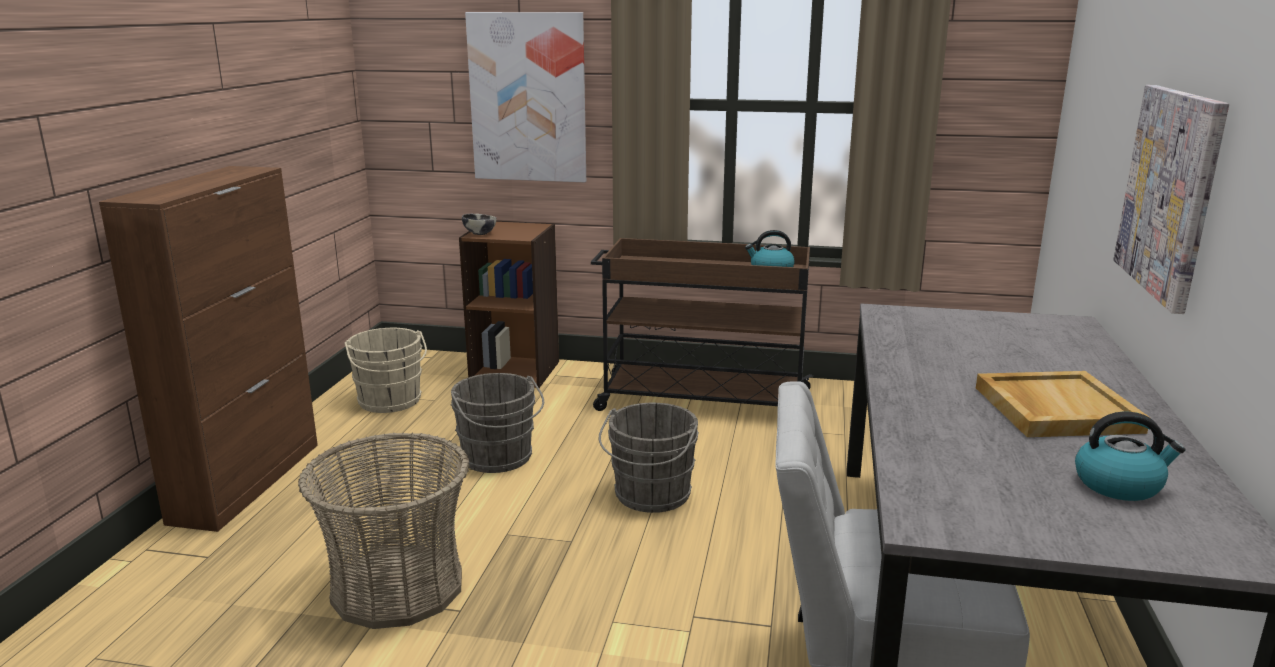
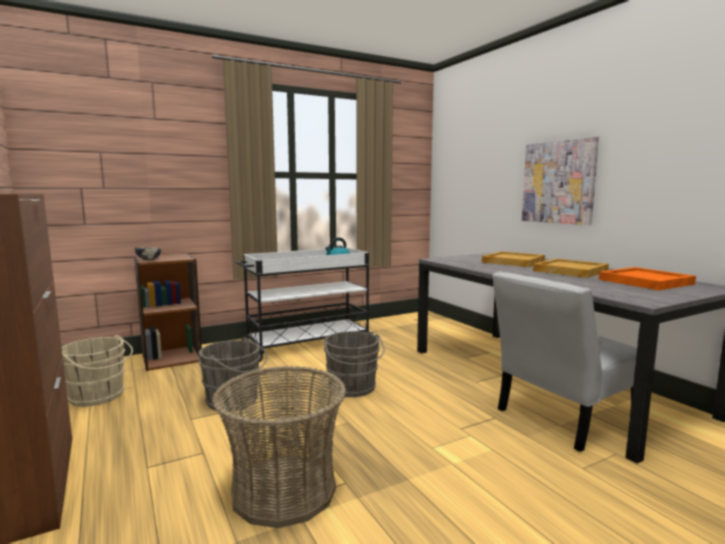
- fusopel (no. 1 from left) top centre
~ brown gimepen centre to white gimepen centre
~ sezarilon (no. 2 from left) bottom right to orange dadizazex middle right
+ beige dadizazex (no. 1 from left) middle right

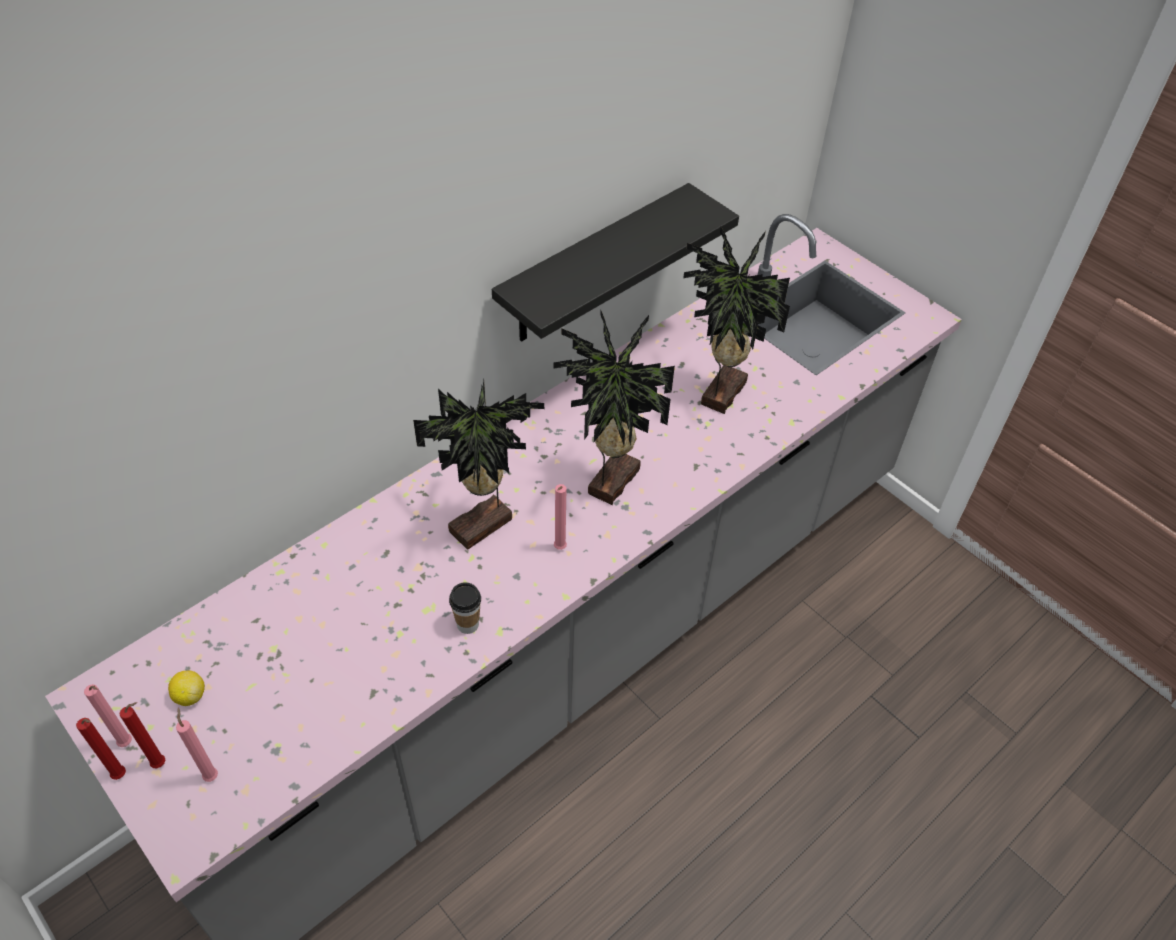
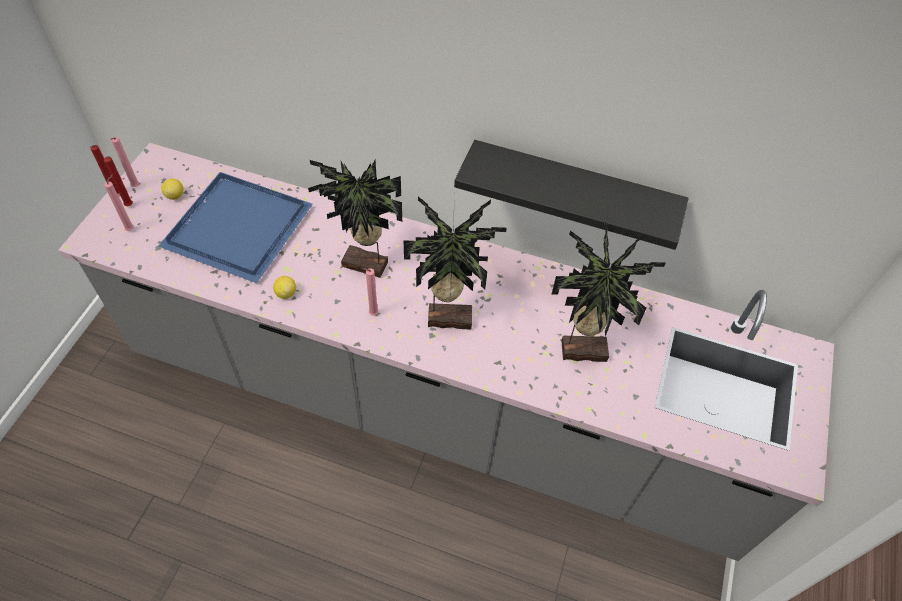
~ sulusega centre to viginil (no. 2 from left) middle left
+ blue dadizazex middle left

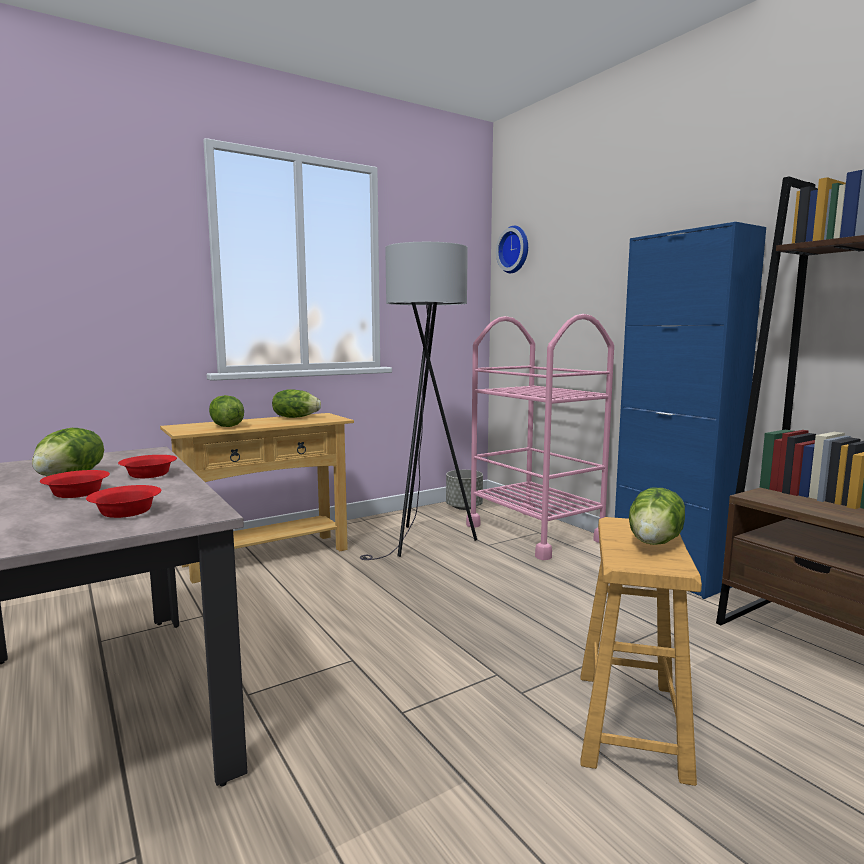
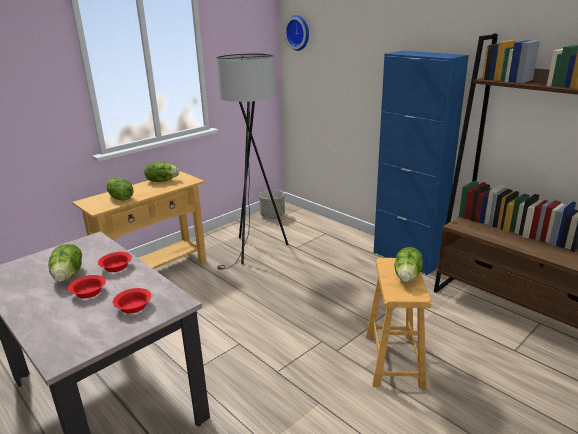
- pink gimepen centre

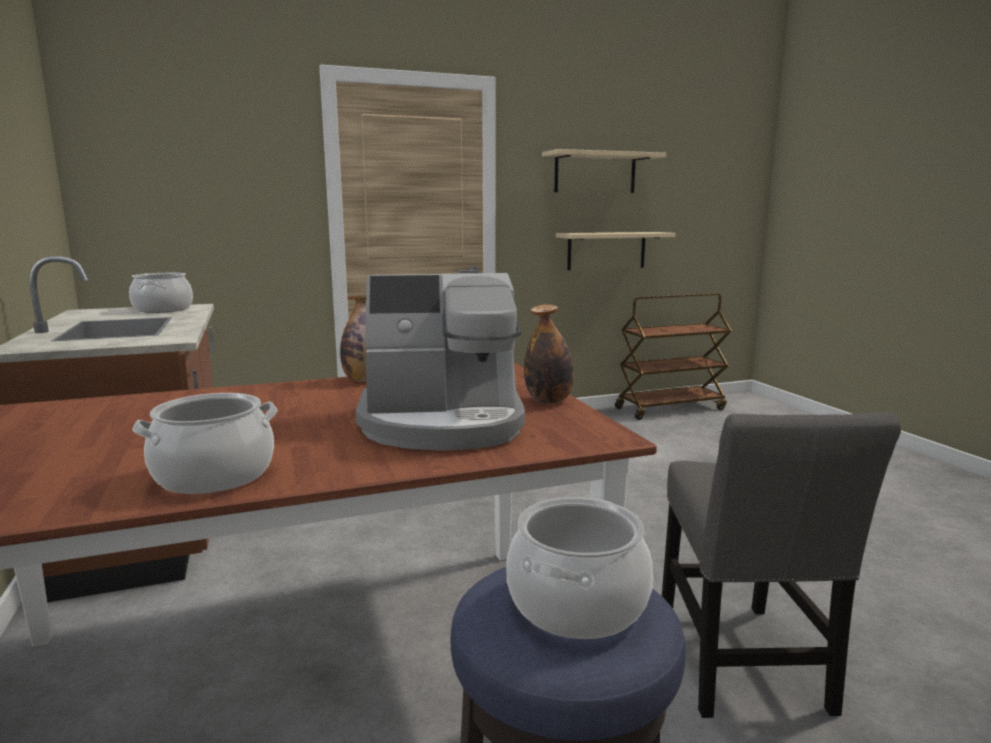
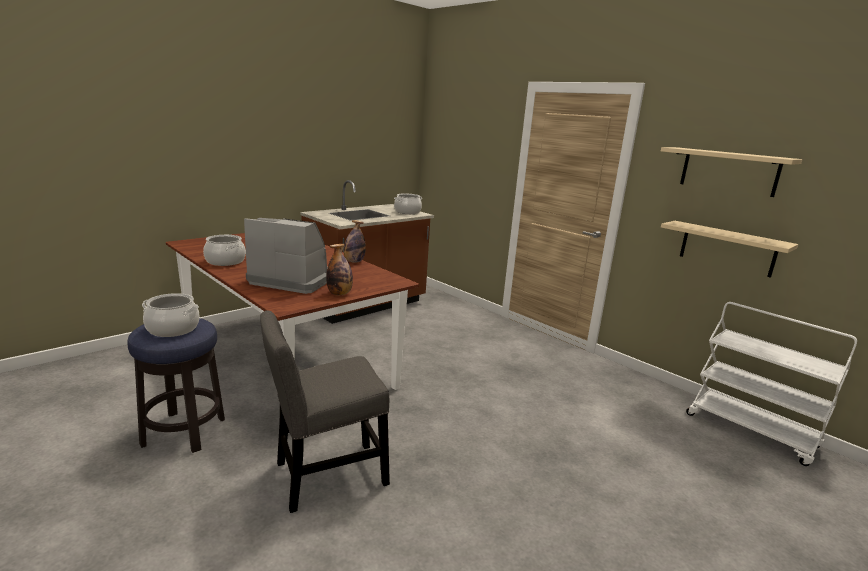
~ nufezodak centre = middle left 135 degrees clockwise
~ brown gimepen middle right to white gimepen bottom right

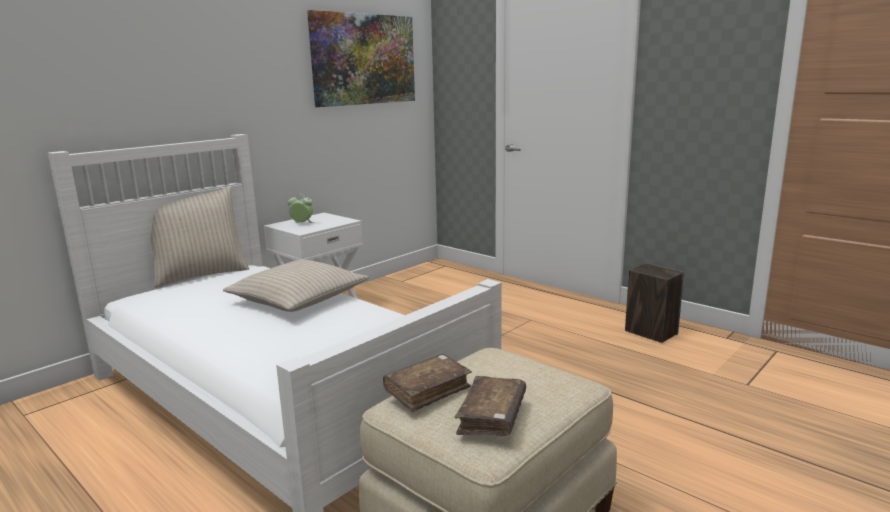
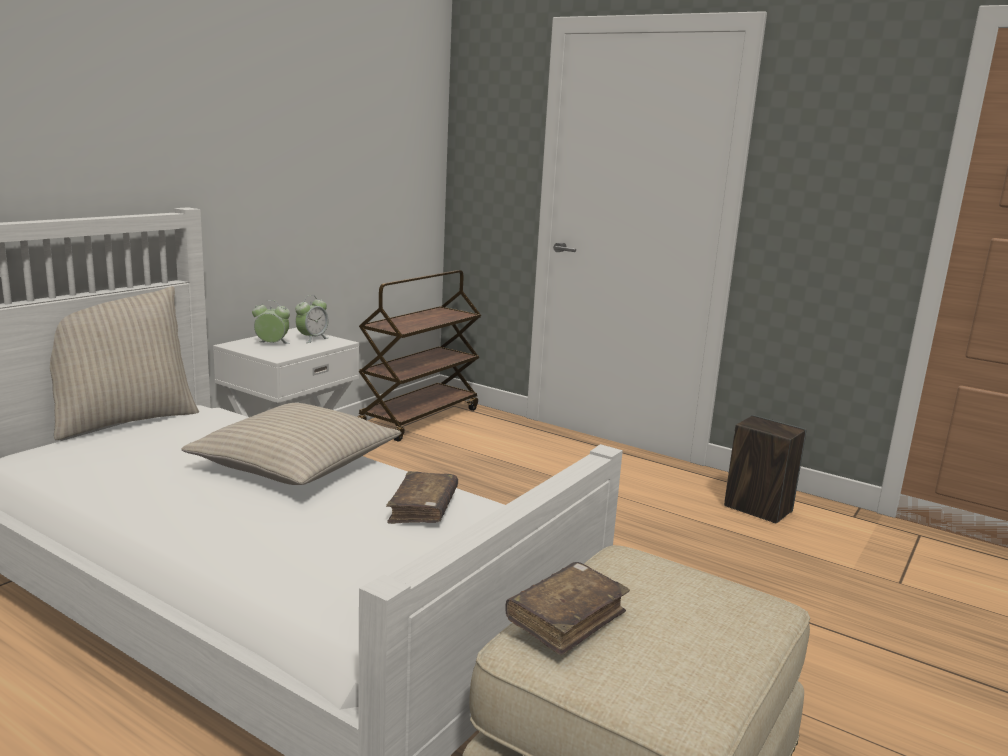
- fusopel top centre
~ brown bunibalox (no. 2 from left in the first image) bottom centre to brown bunibalox (no. 1 from left) centre
+ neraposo (no. 2 from left) middle left
+ brown gimepen centre

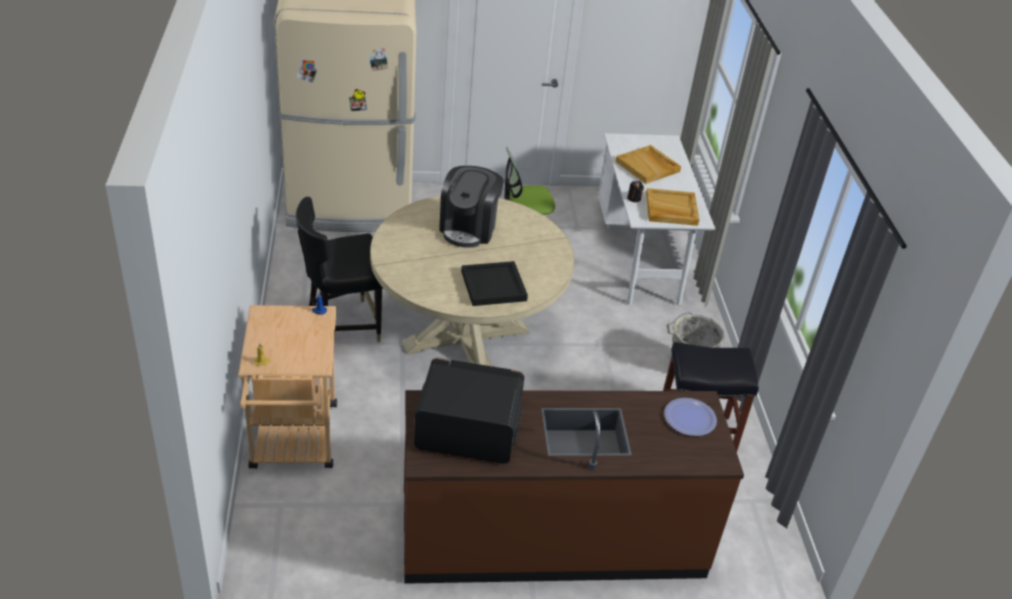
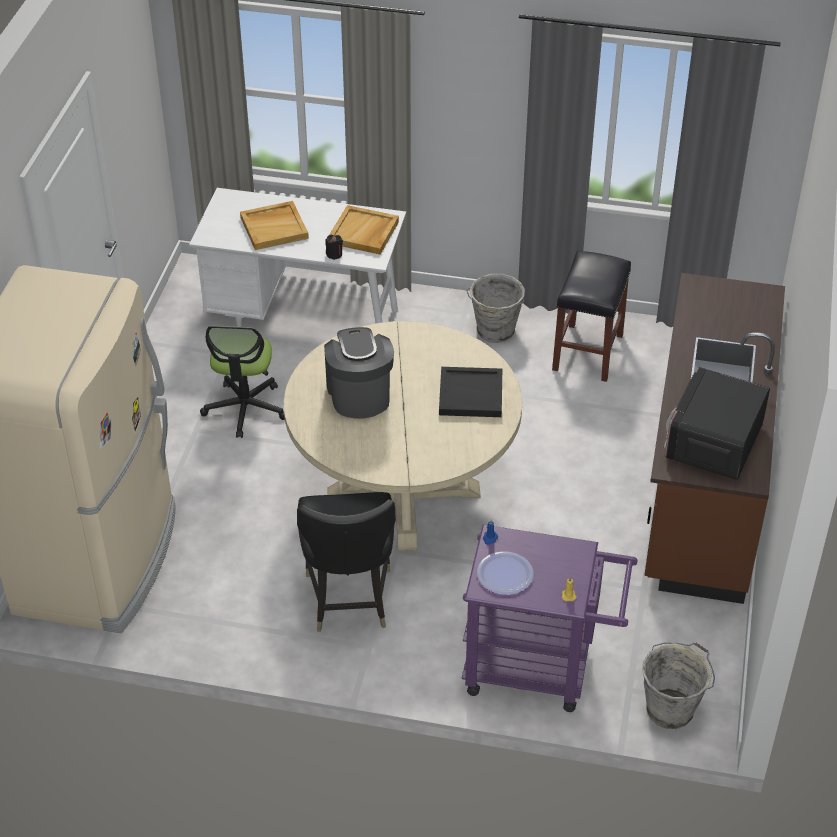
~ beige gimepen middle left to purple gimepen bottom centre
~ nufezodak centre = centre 135 degrees counterclockwise
~ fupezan bottom right to bottom centre
+ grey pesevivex (no. 2 from left) bottom right

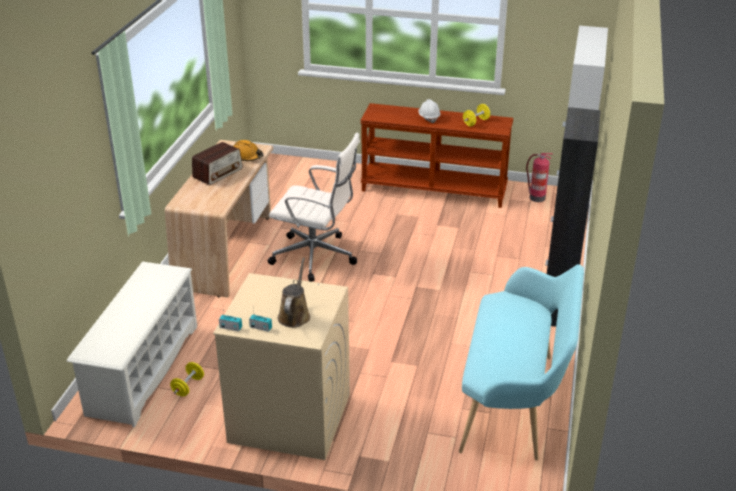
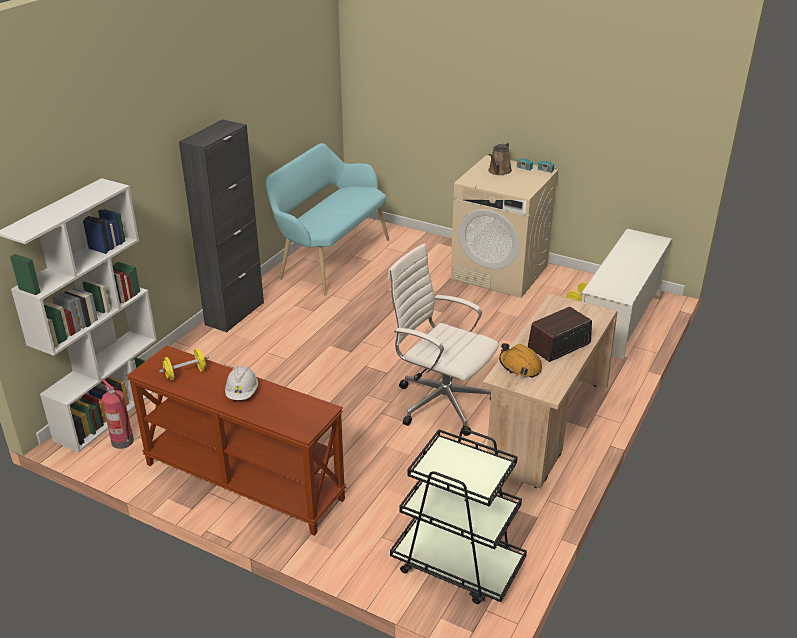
+ black gimepen bottom centre

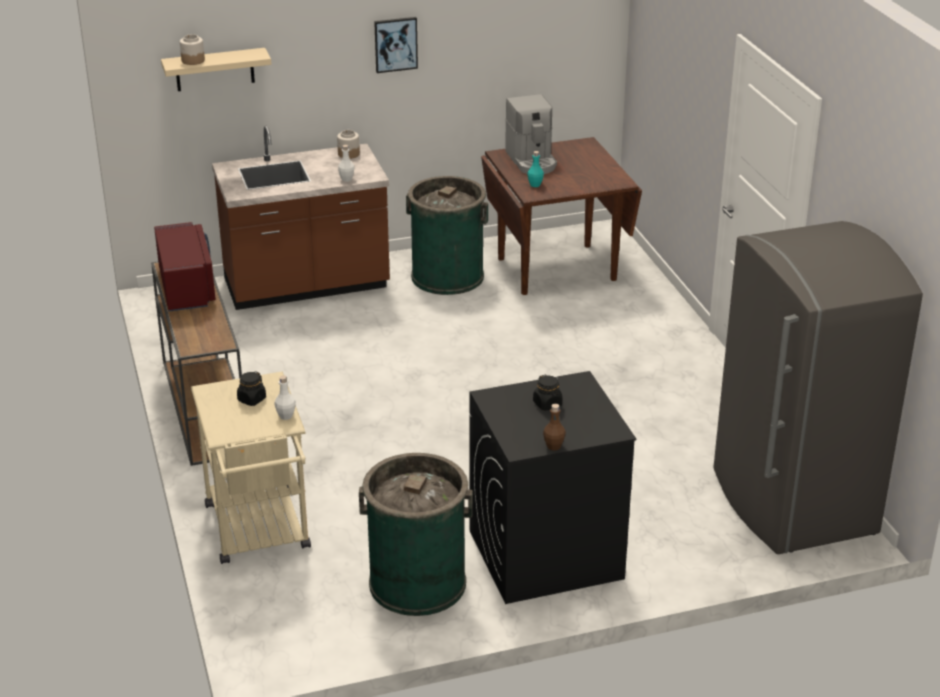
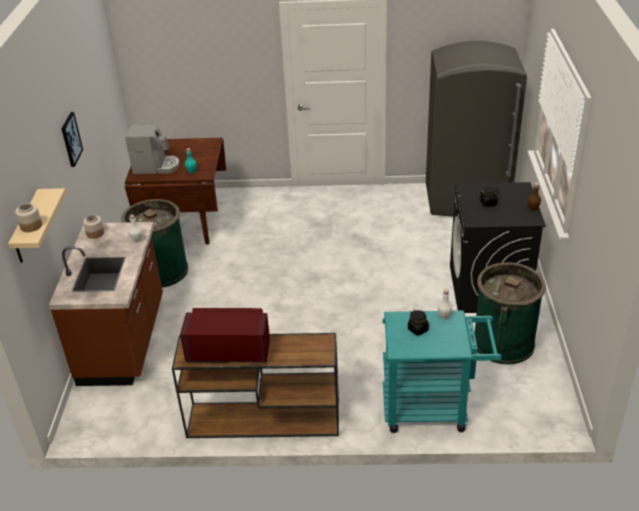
~ beige gimepen bottom left to turquoise gimepen bottom right

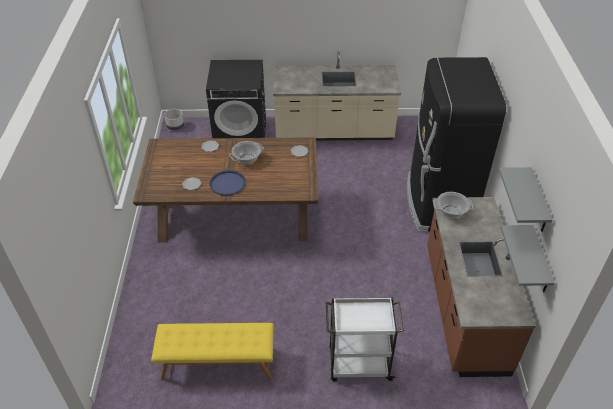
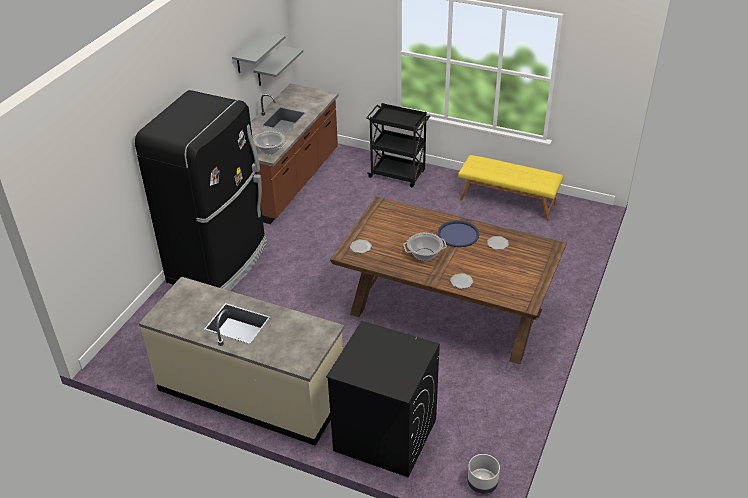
~ white gimepen bottom centre to black gimepen top centre

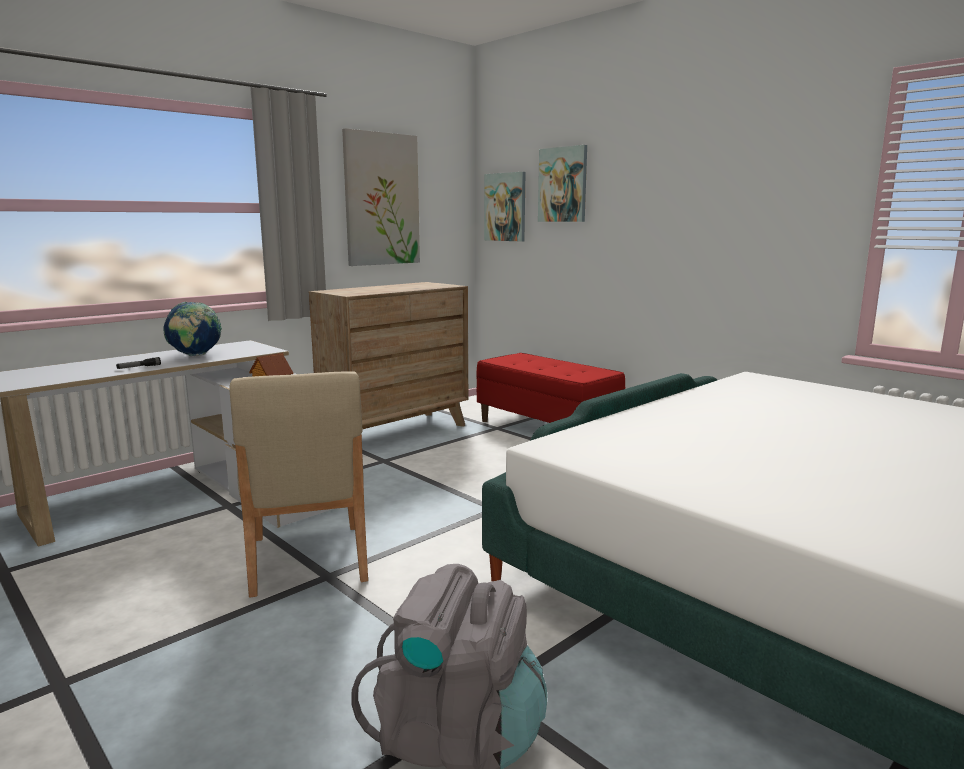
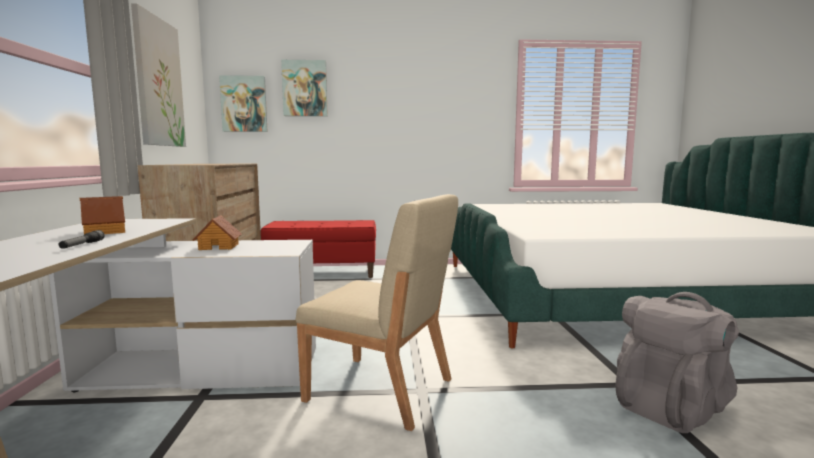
~ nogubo middle left to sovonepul (no. 1 from left) middle left

